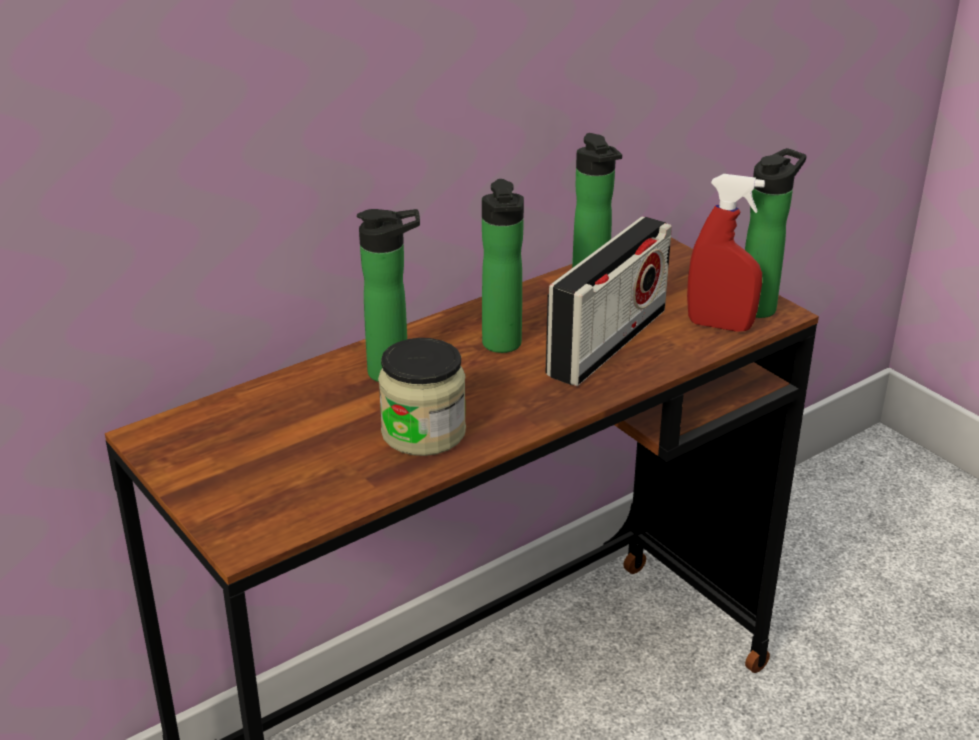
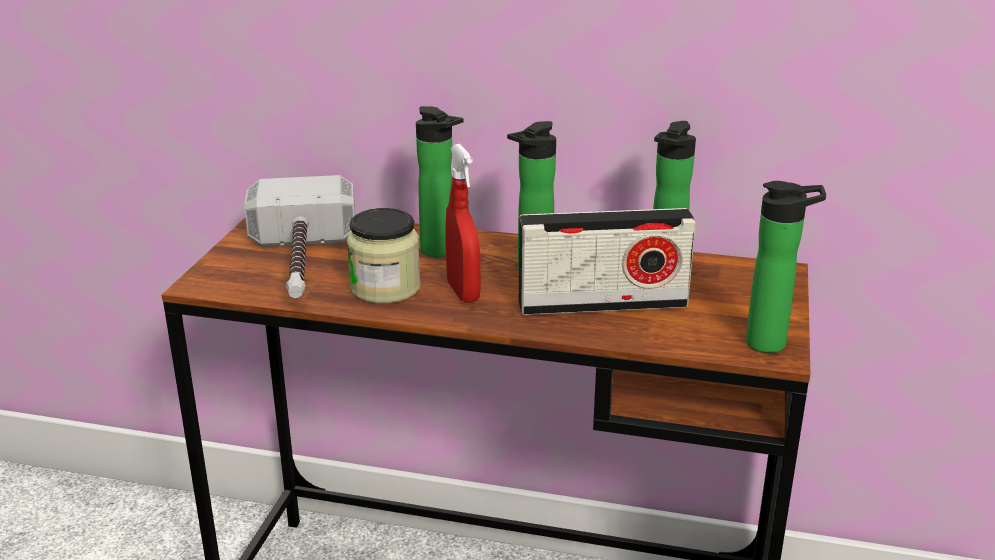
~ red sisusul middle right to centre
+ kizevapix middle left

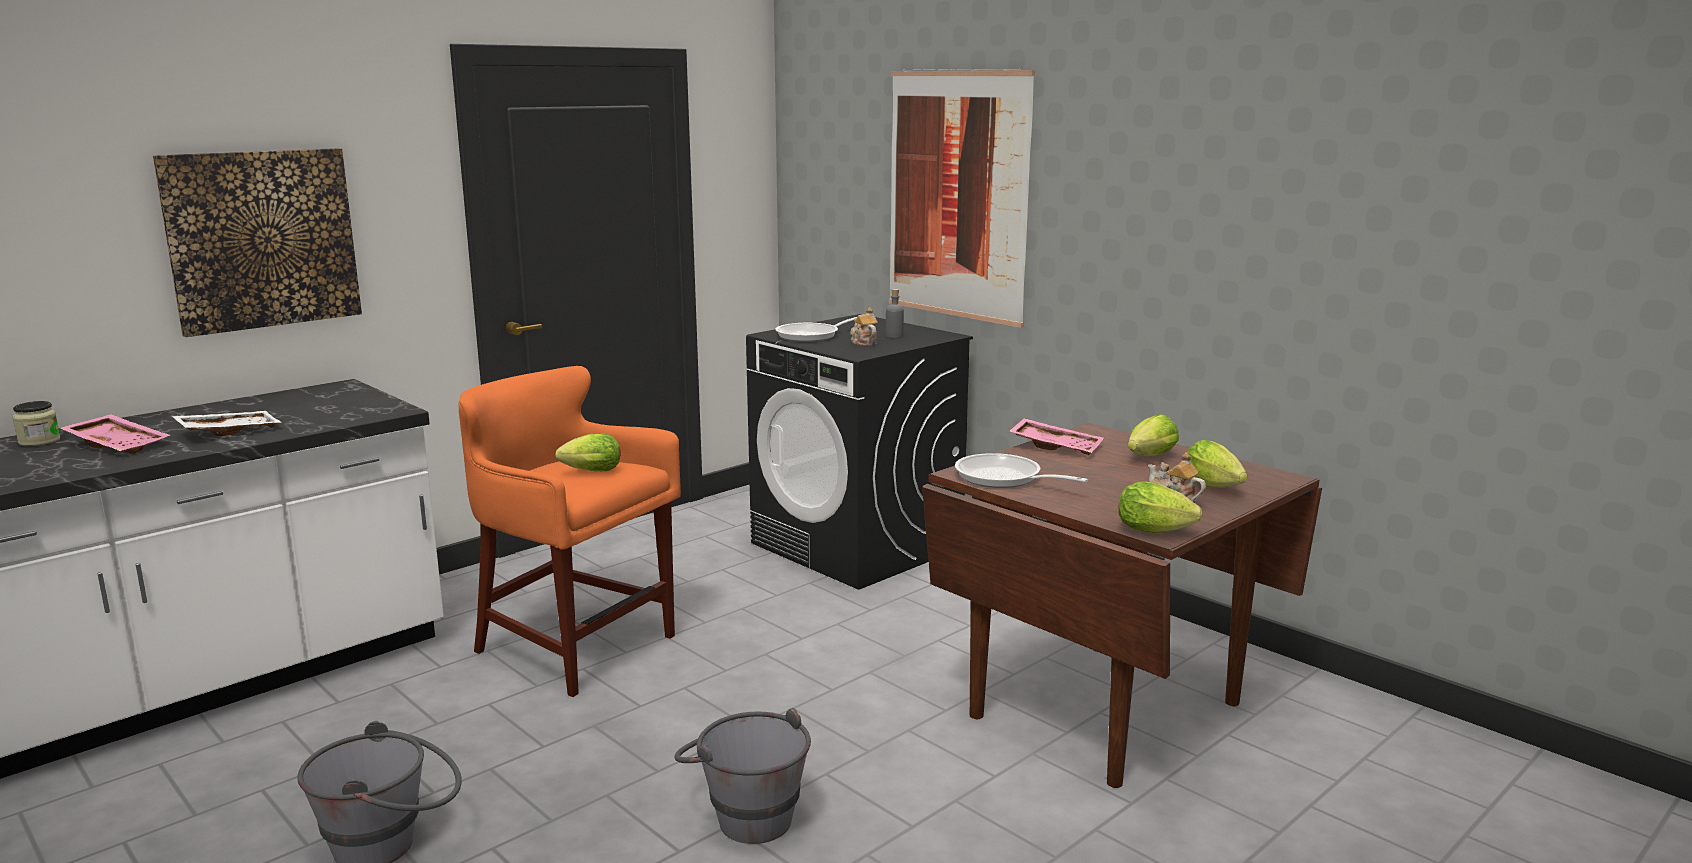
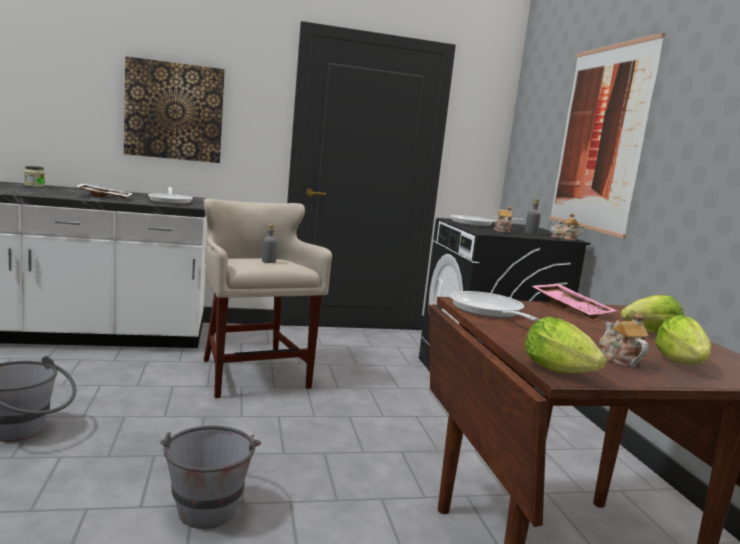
- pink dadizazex (no. 1 from left) middle left
~ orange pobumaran centre to beige pobumaran centre
~ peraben (no. 1 from left) centre to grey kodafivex (no. 1 from left) centre
+ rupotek (no. 1 from left) middle left
+ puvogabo (no. 2 from left) middle right

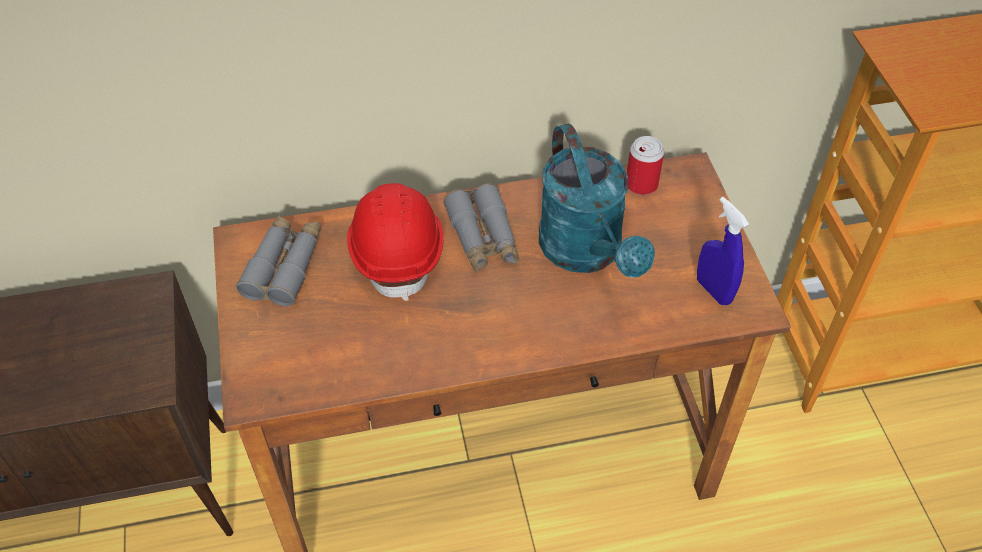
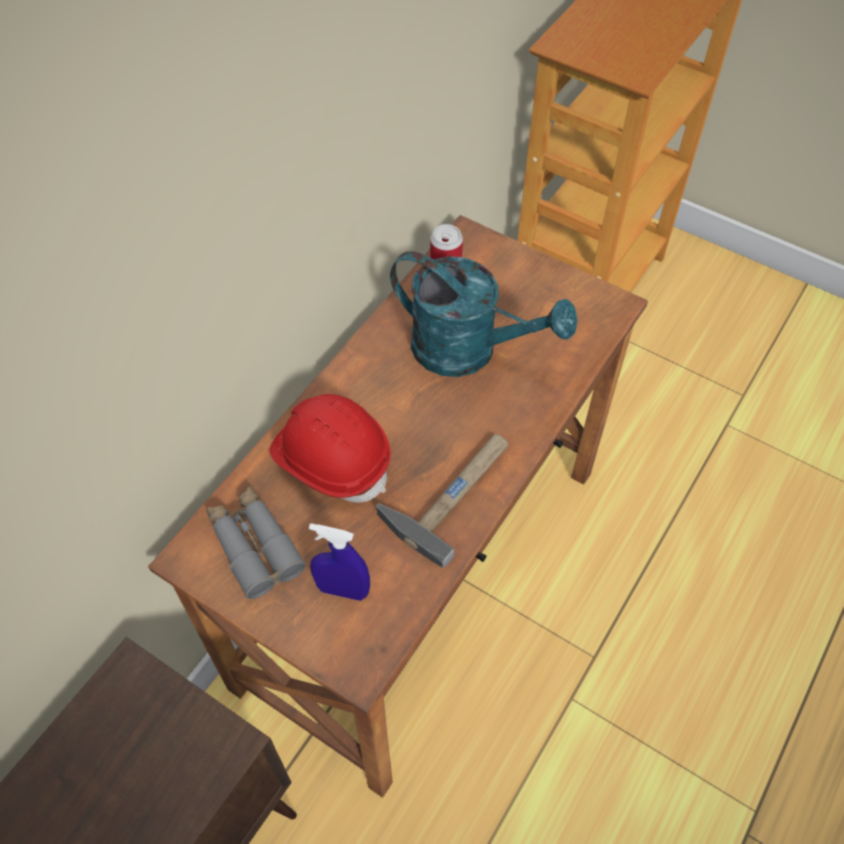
- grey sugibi (no. 2 from left) centre
~ blue sisusul middle right to centre
+ kizevapix centre

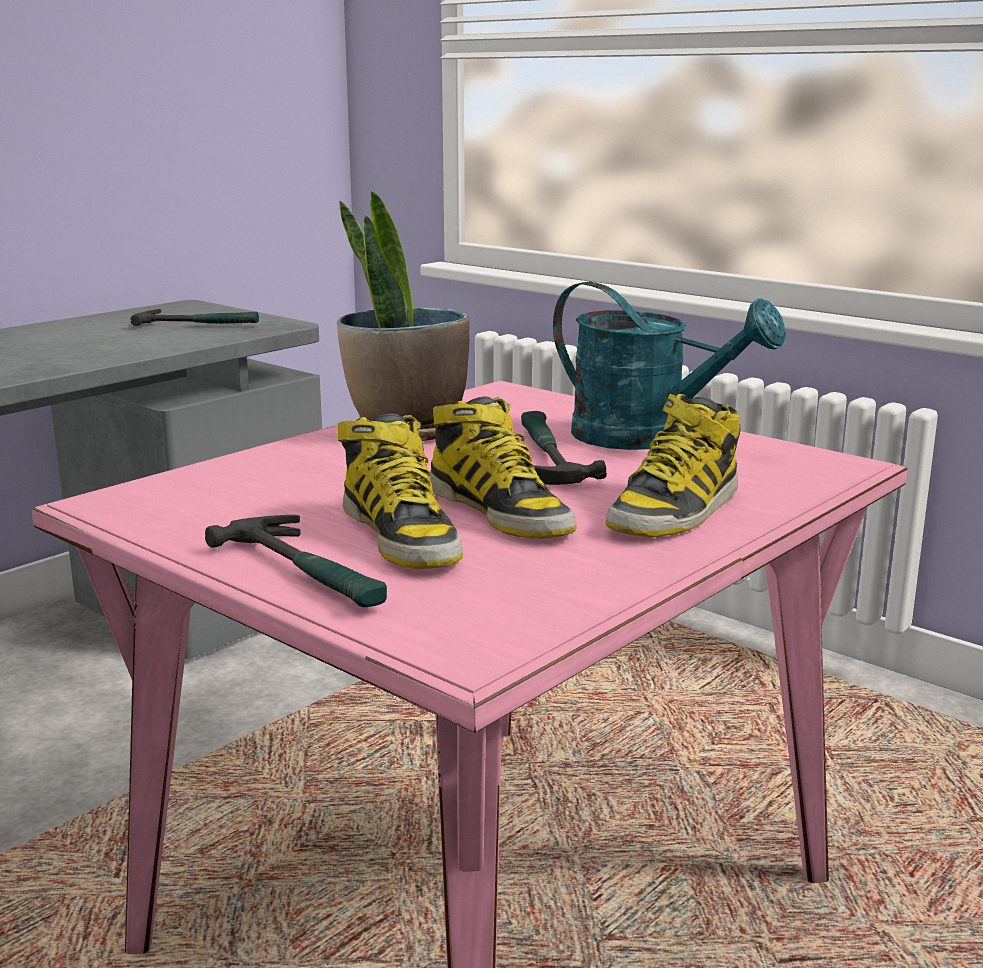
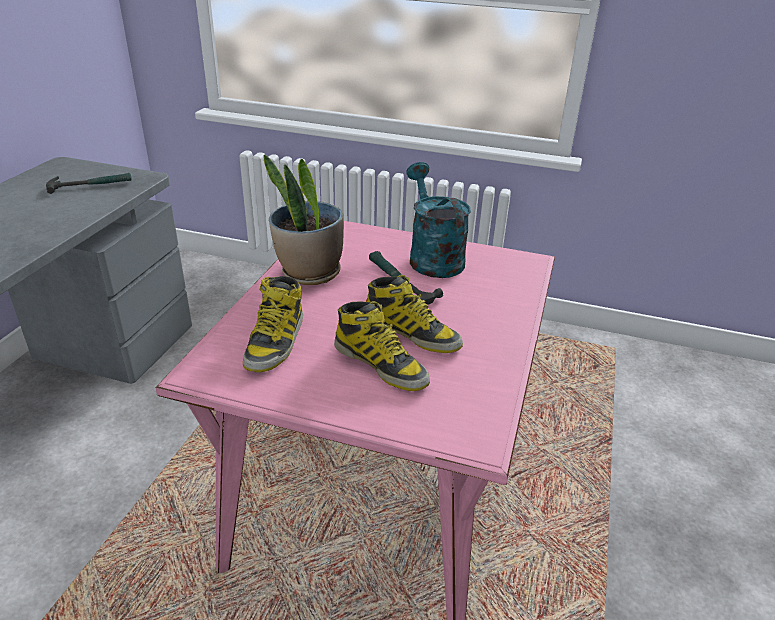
- kizevapix (no. 2 from left) middle left
~ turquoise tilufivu middle right = centre 120 degrees counterclockwise
~ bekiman (no. 3 from left in the first image) middle right to bekiman (no. 1 from left) centre

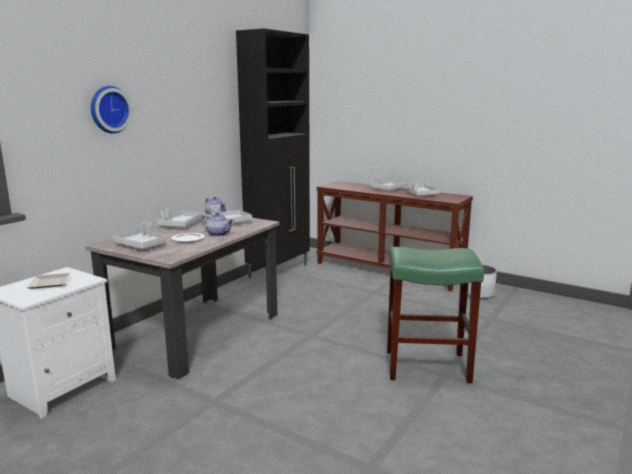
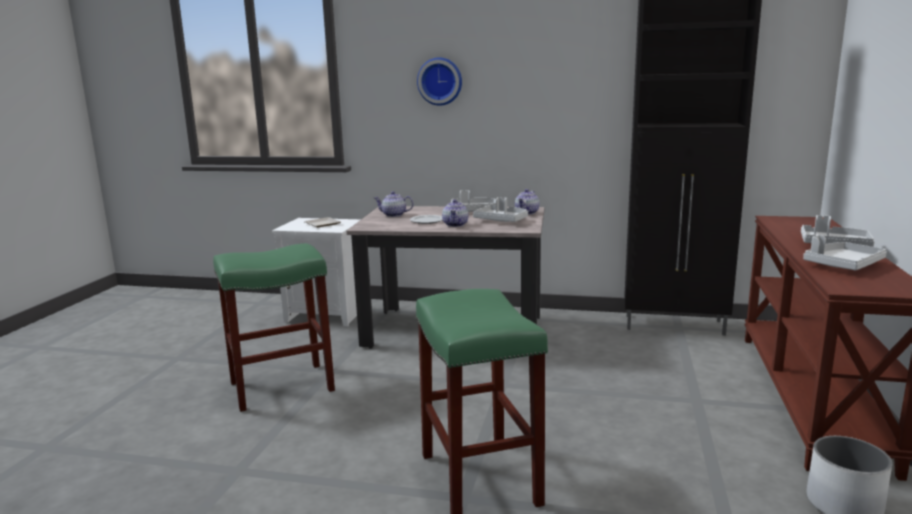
~ grey dadizazex (no. 1 from left) middle left to puvogabo (no. 1 from left) centre
+ green pobumaran (no. 1 from left) middle left

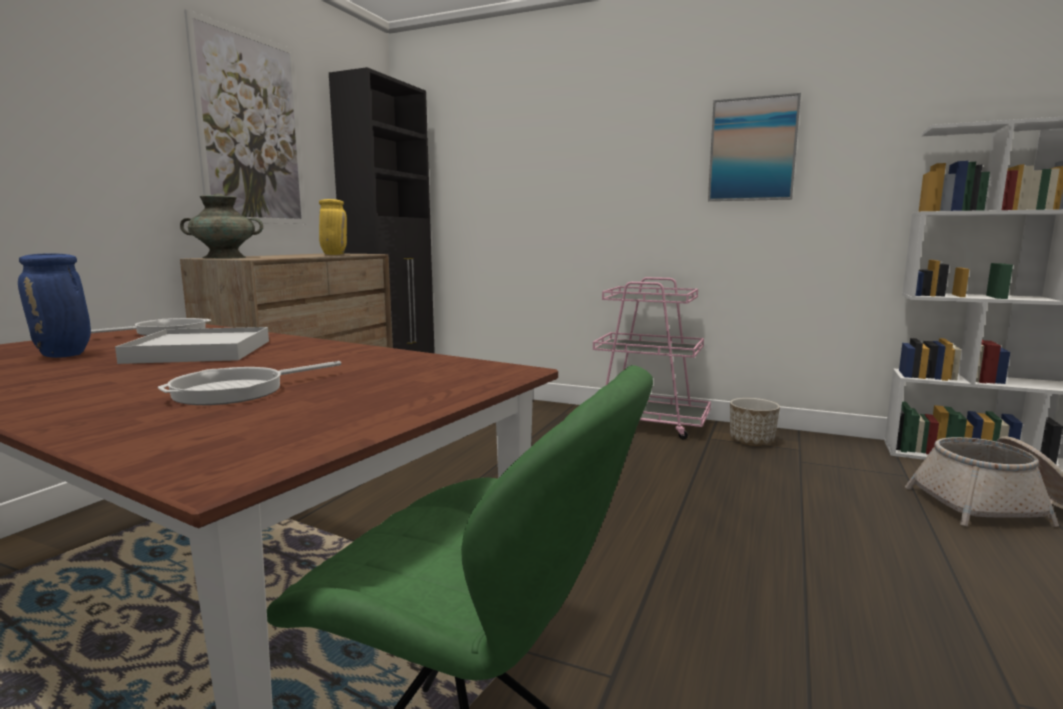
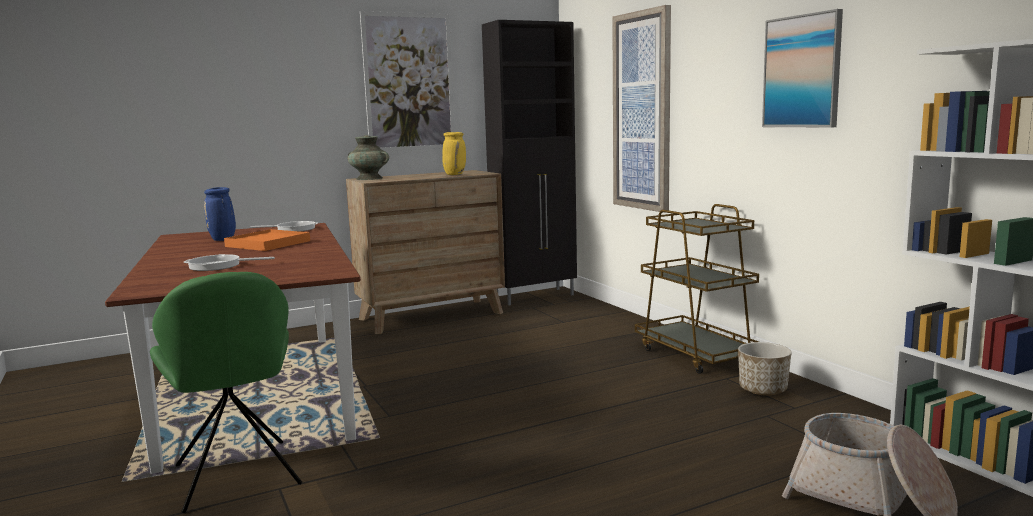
~ white dadizazex middle left to orange dadizazex middle left
~ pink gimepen centre to brown gimepen middle right
+ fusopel (no. 2 from left) top centre

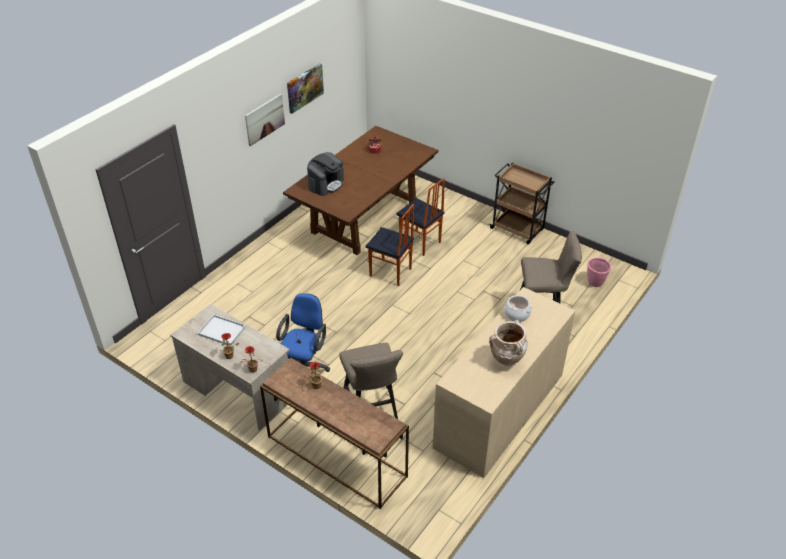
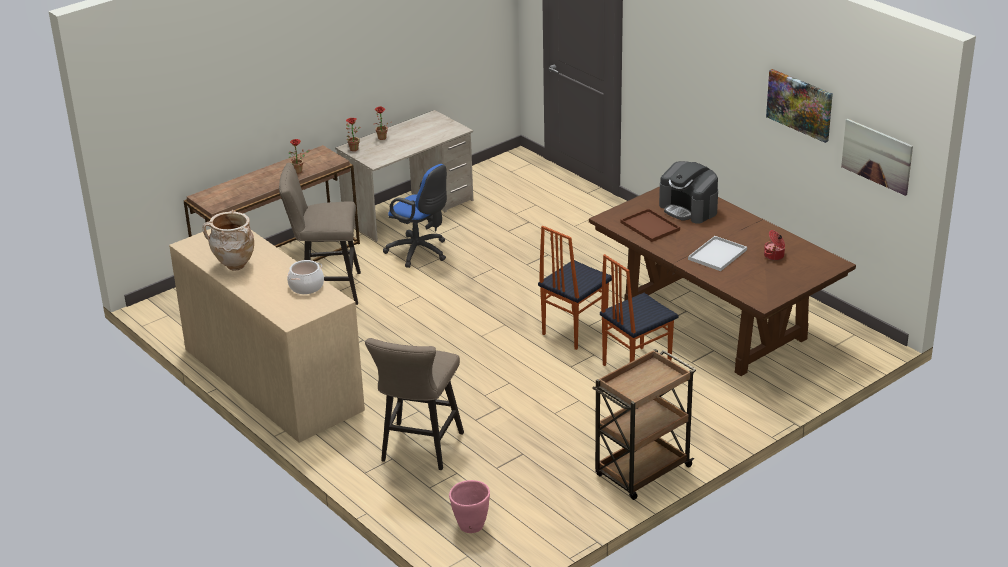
~ white dadizazex middle left to middle right
~ fusopel (no. 1 from left in the first image) top centre to fusopel (no. 2 from left) top right
+ brown dadizazex centre

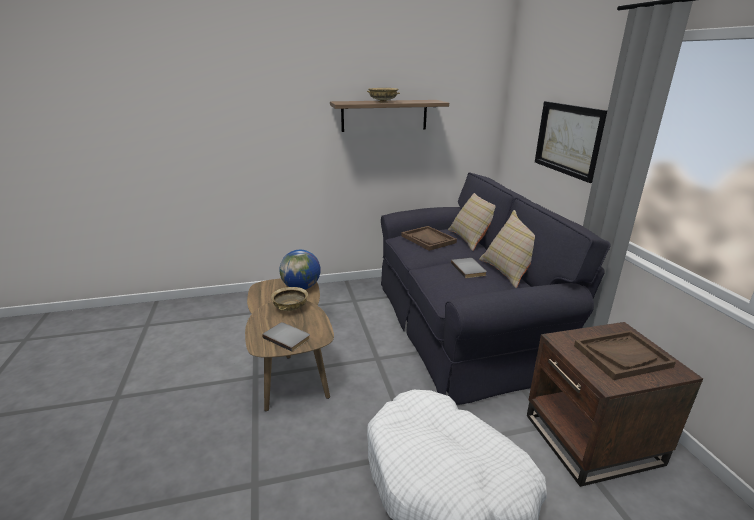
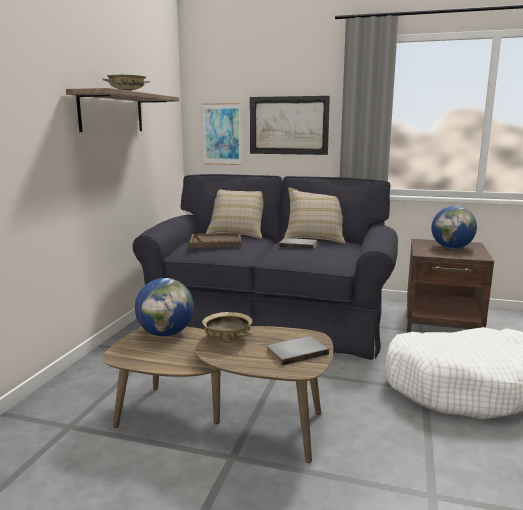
~ brown dadizazex (no. 2 from left) bottom right to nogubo (no. 2 from left) middle right
+ fusopel (no. 1 from left) top centre

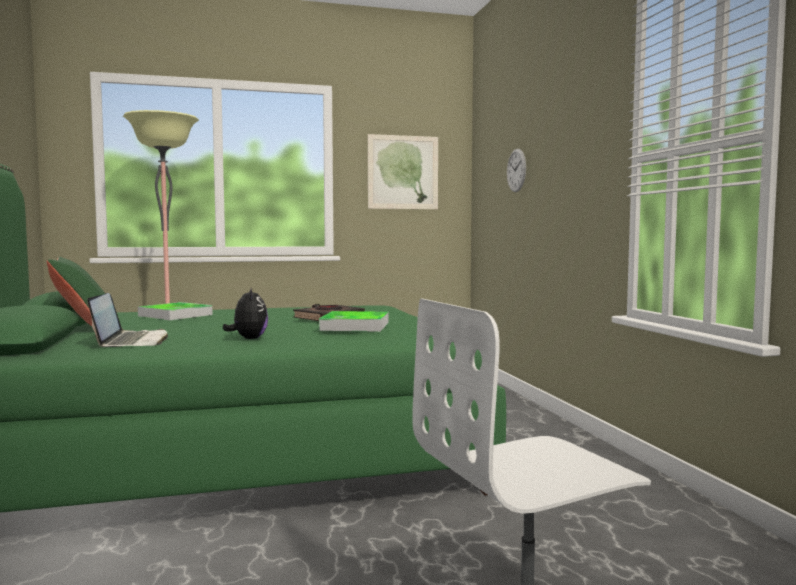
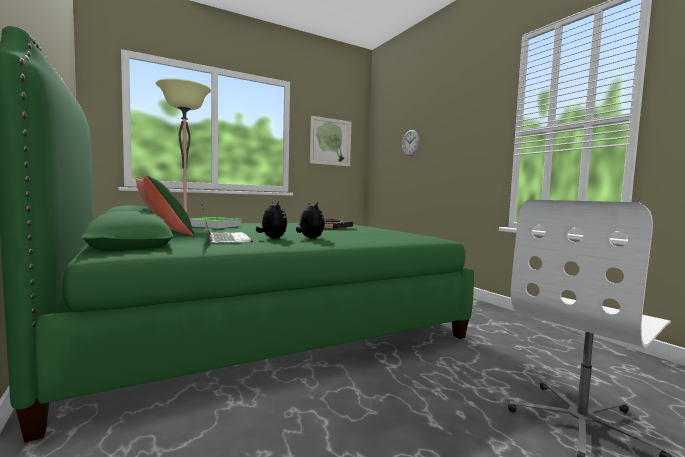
- dadizazex (no. 2 from left) centre
+ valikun (no. 1 from left) centre

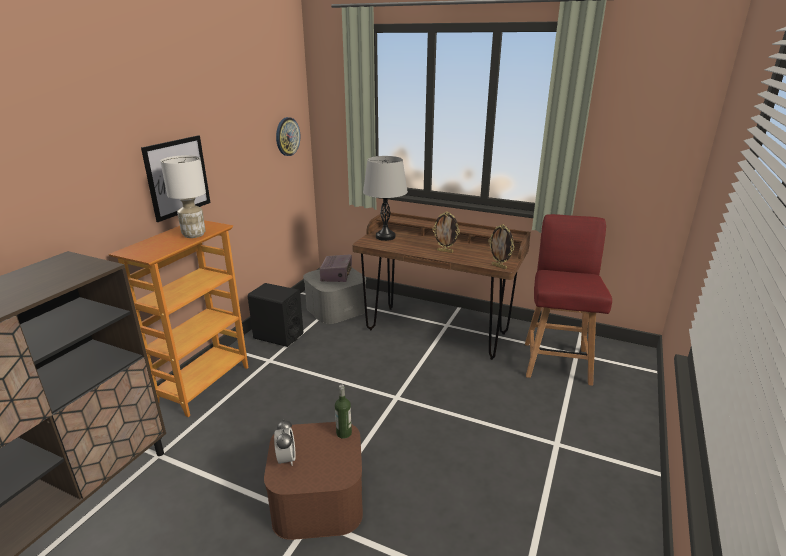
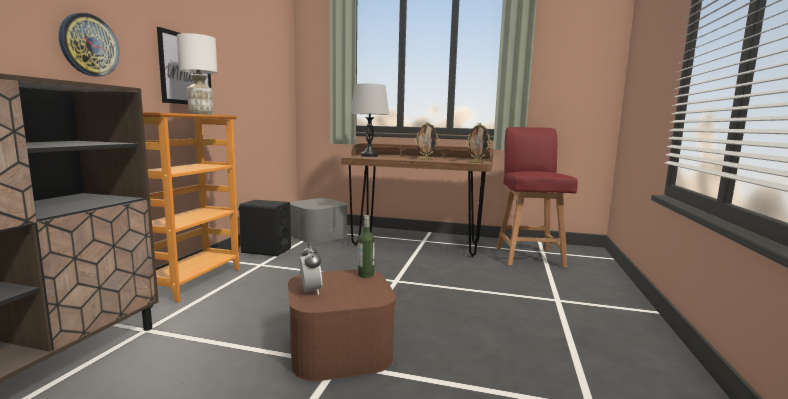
~ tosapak top centre to top left
- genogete centre

